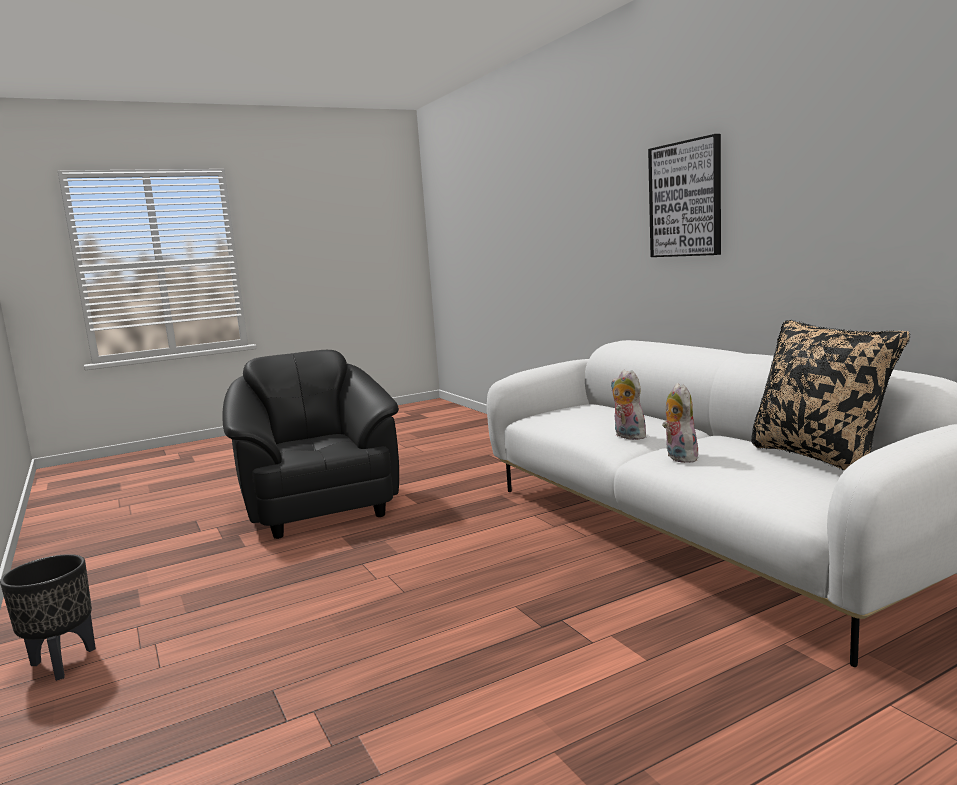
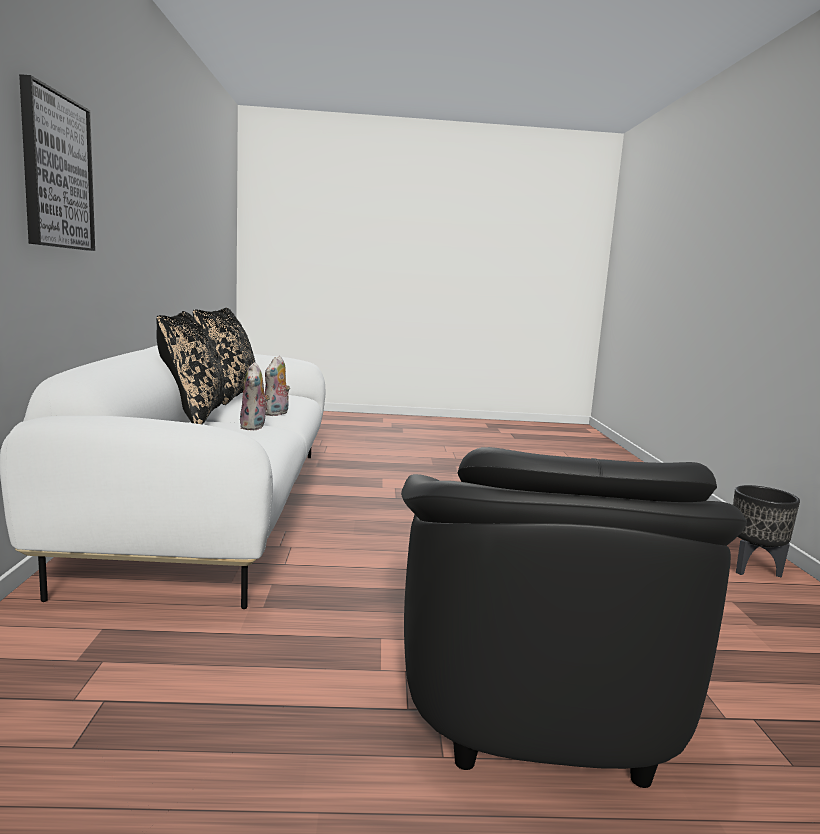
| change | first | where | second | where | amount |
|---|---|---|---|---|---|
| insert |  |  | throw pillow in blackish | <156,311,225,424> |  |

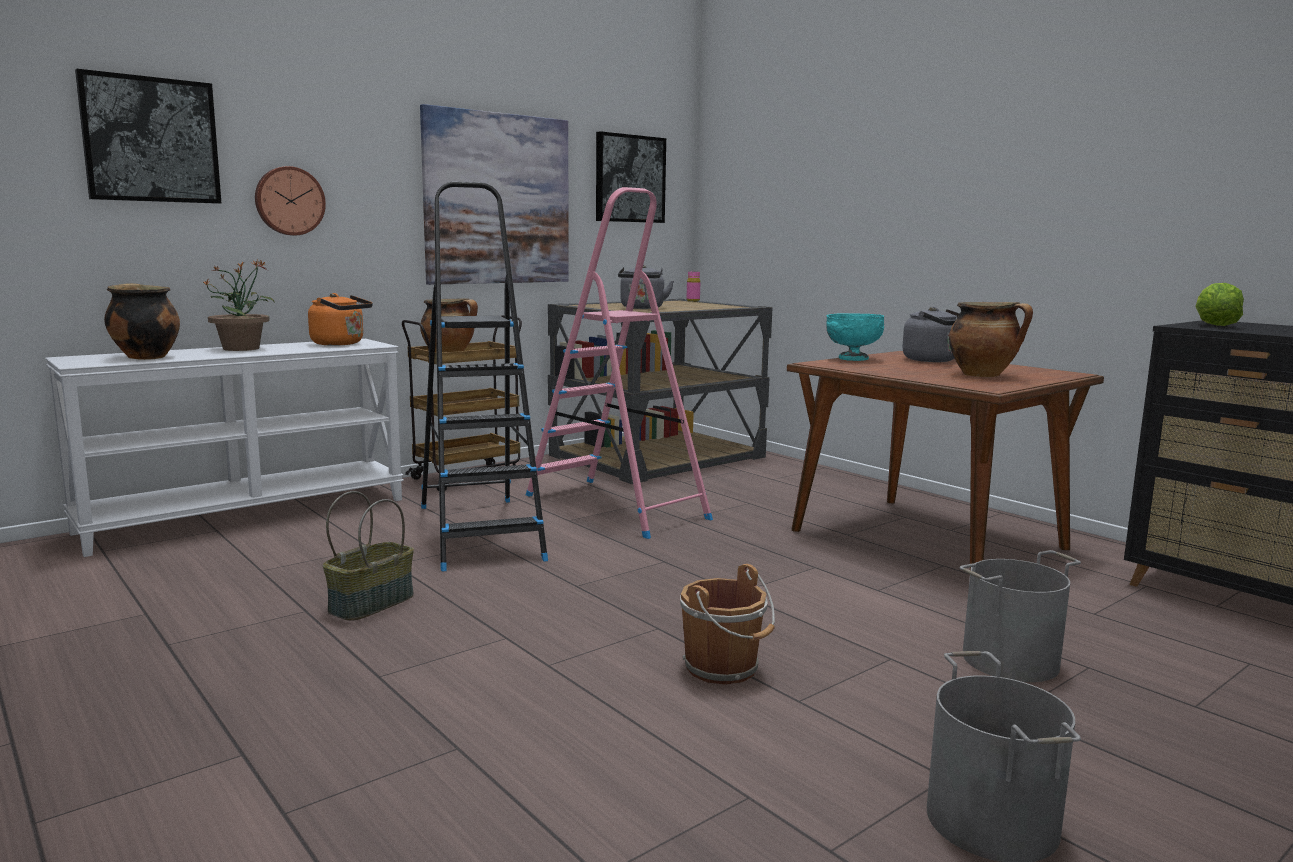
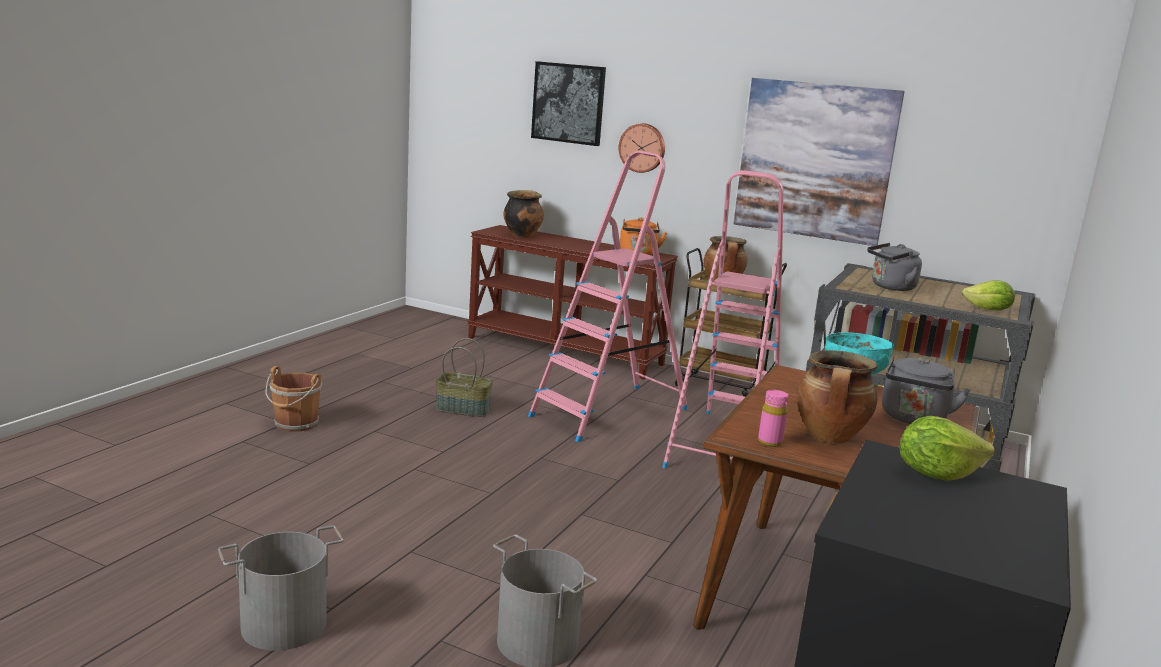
| change | first | where | second | where | amount |
|---|---|---|---|---|---|
| delete | wall art | <596,131,666,223> |  |  |  |
| recolor | step stool in blackish | <421,182,548,572> | step stool in pink-coloured | <528,151,688,442> |  |
| delete | plant in a pot | <202,259,274,351> |  |  |  |
| move | drink bottle in pink-coloured | <686,272,700,301> |  | <758,390,788,447> |  |
| recolor | narrow table in white | <45,339,404,557> | narrow table in brown | <467,225,678,379> |  |
| move | pail in brown | <680,564,775,685> |  | <265,366,322,432> |  |
| insert |  |  | lettuce | <962,280,1015,310> |  |

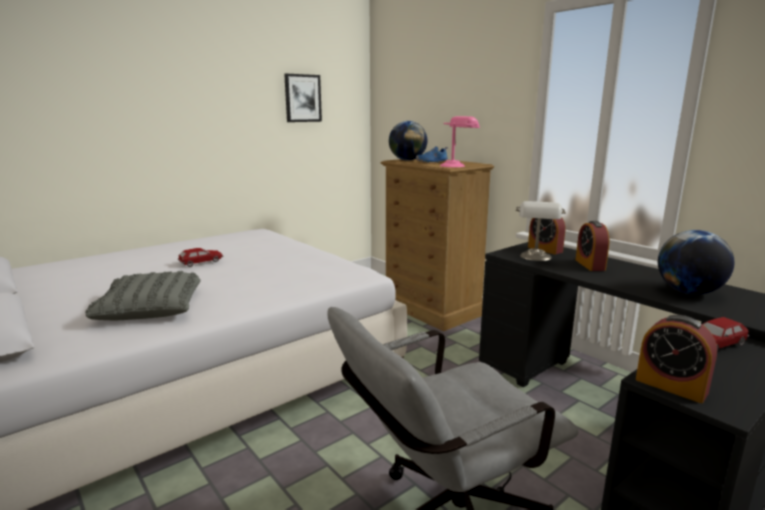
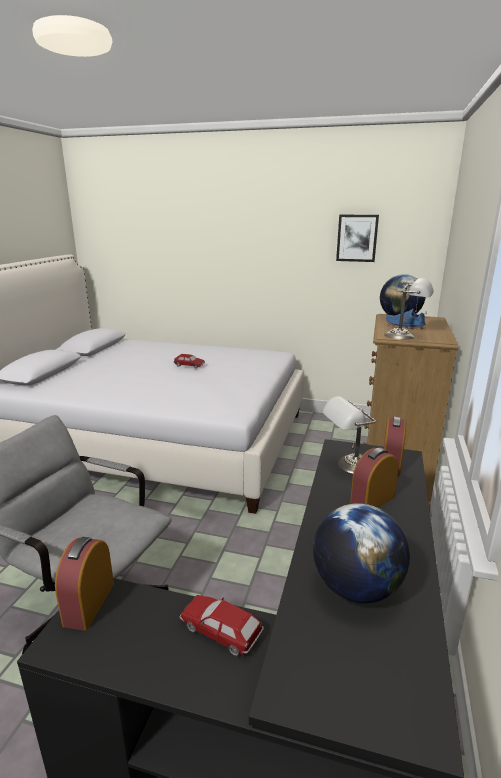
| change | first | where | second | where | amount |
|---|---|---|---|---|---|
| recolor | lamp for a table in pink-coloured | <440,116,480,167> | lamp for a table in white | <384,278,434,340> |  |
| delete | throw pillow in gray | <85,271,201,320> |  |  |  |

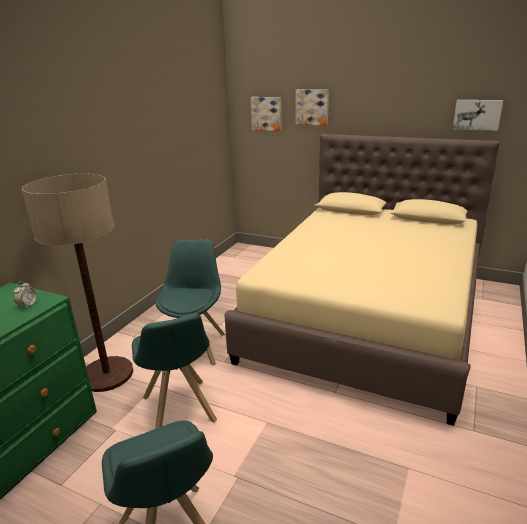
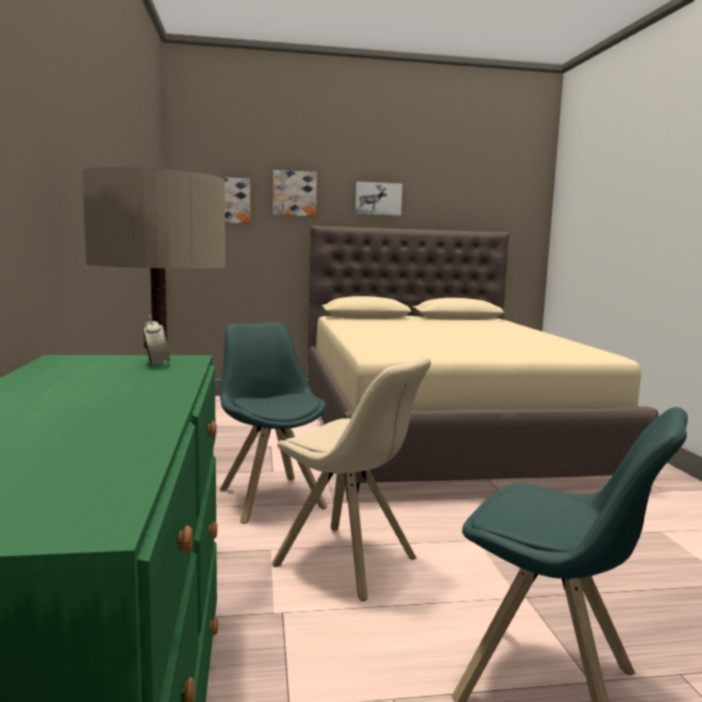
| change | first | where | second | where | amount |
|---|---|---|---|---|---|
| move | wall art | <453,100,503,131> |  | <355,181,402,216> |  |
| recolor | chair in blue-green | <132,314,217,429> | chair in beige-coloured | <272,357,431,601> |  |

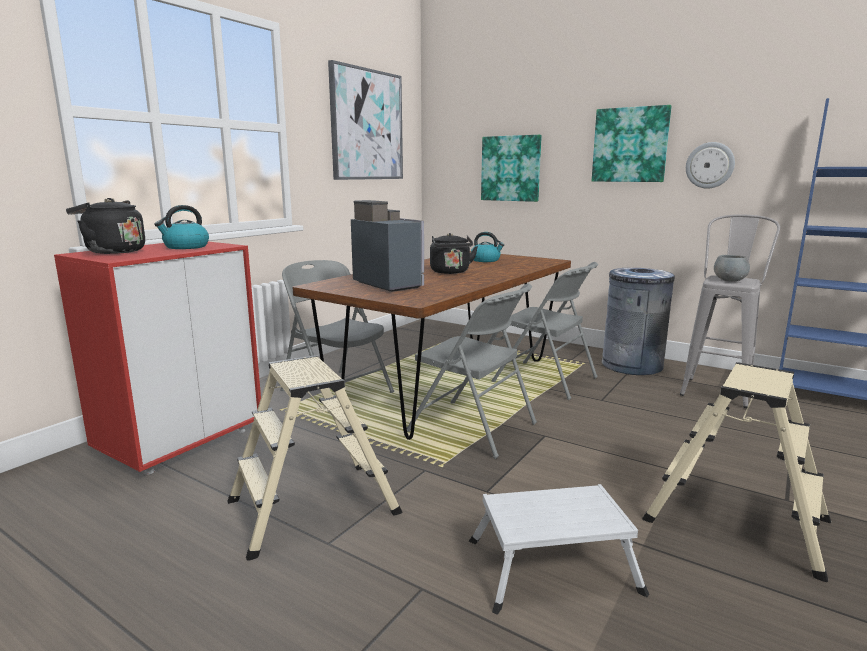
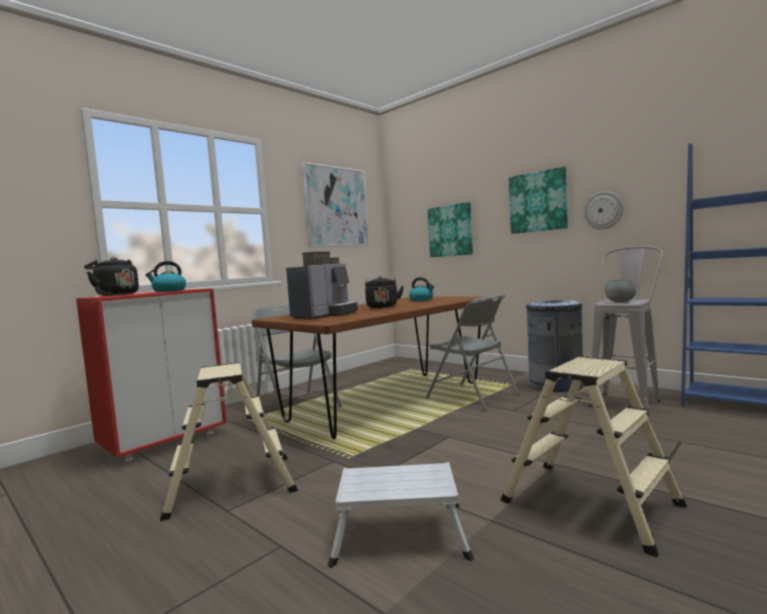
| change | first | where | second | where | amount |
|---|---|---|---|---|---|
| rotate | coffee brewer | <351,200,424,292> |  | <286,251,358,319> | 60 degrees clockwise |
| delete | chair in gray | <407,283,537,459> |  |  |  |

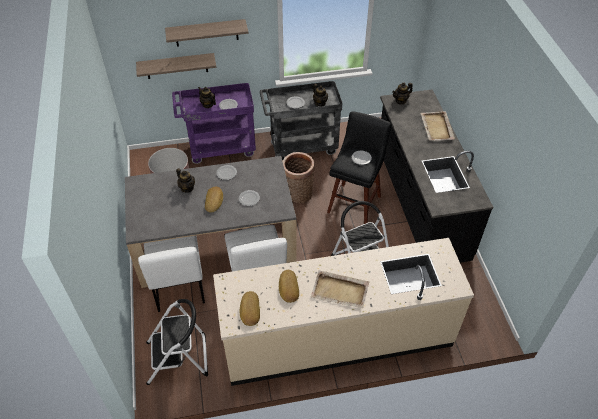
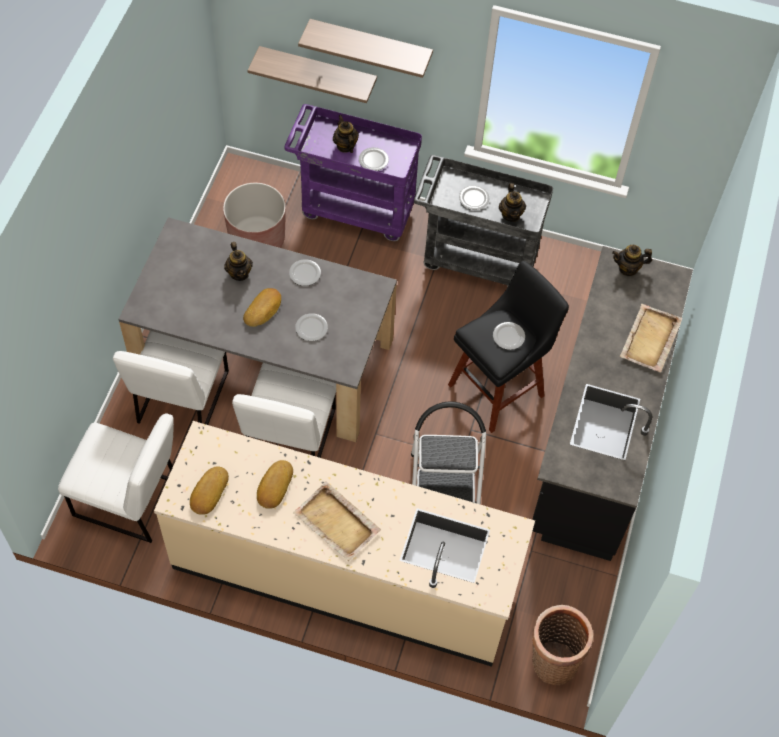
| change | first | where | second | where | amount |
|---|---|---|---|---|---|
| move | basket | <283,152,315,204> |  | <532,605,593,685> |  |
| replace | step stool | <146,299,208,385> | chair in white | <58,413,174,543> |  |

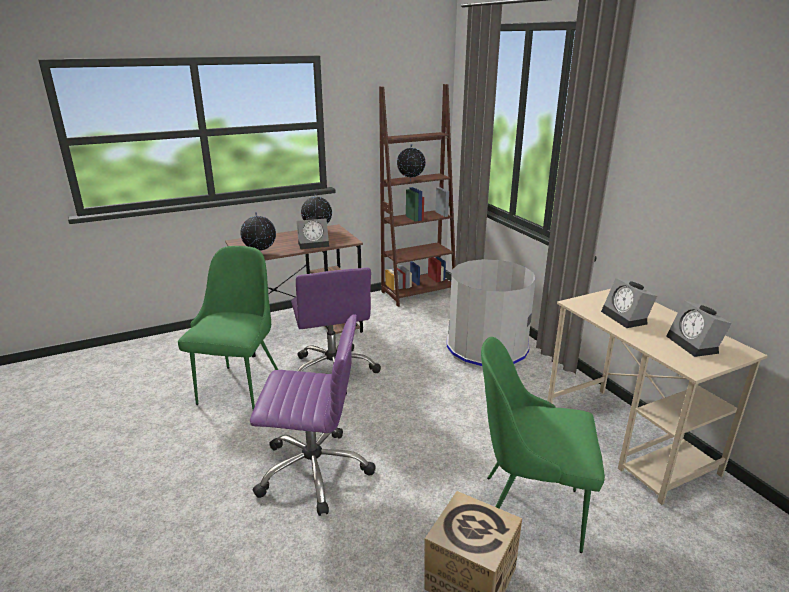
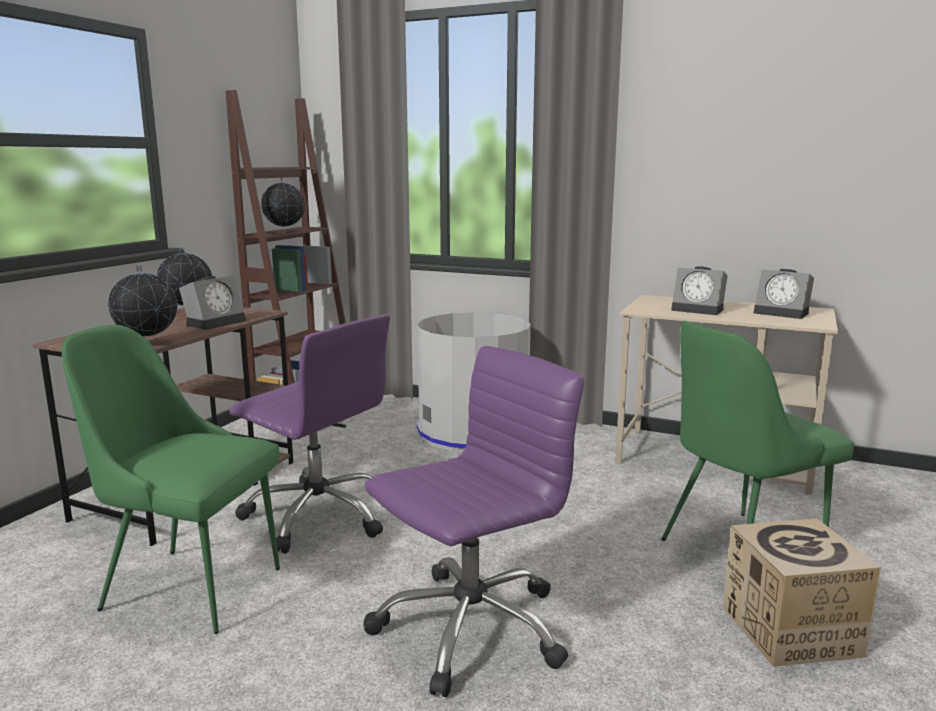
| change | first | where | second | where | amount |
|---|---|---|---|---|---|
| rotate | chair in greenish | <178,246,278,410> |  | <62,325,280,634> | 45 degrees counterclockwise |

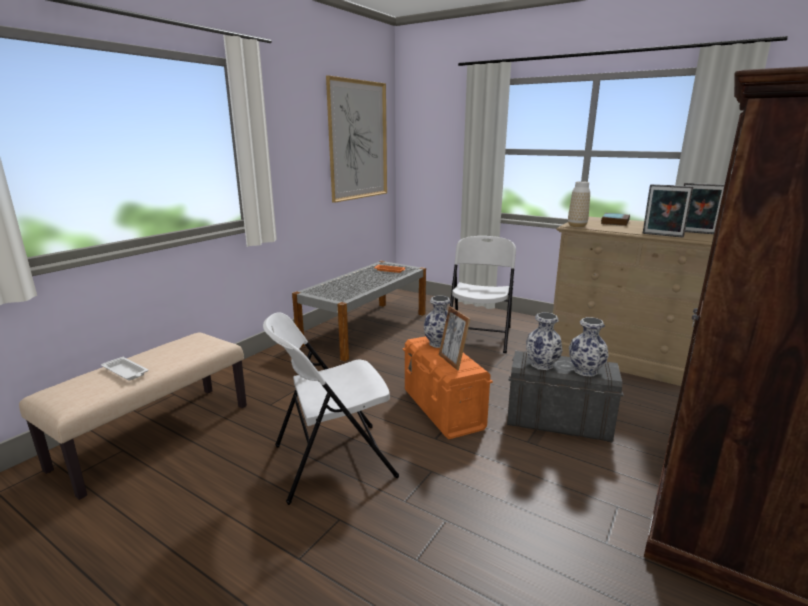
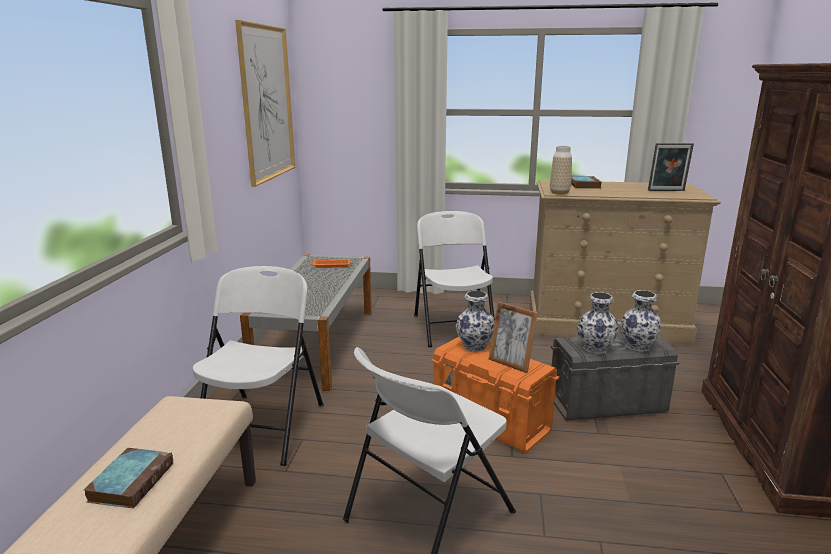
| change | first | where | second | where | amount |
|---|---|---|---|---|---|
| delete | photo frame | <643,184,694,238> |  |  |  |
| replace | tray in white | <101,357,148,380> | bound book | <84,448,173,509> |  |
| insert |  |  | chair in white | <193,266,324,466> |  |

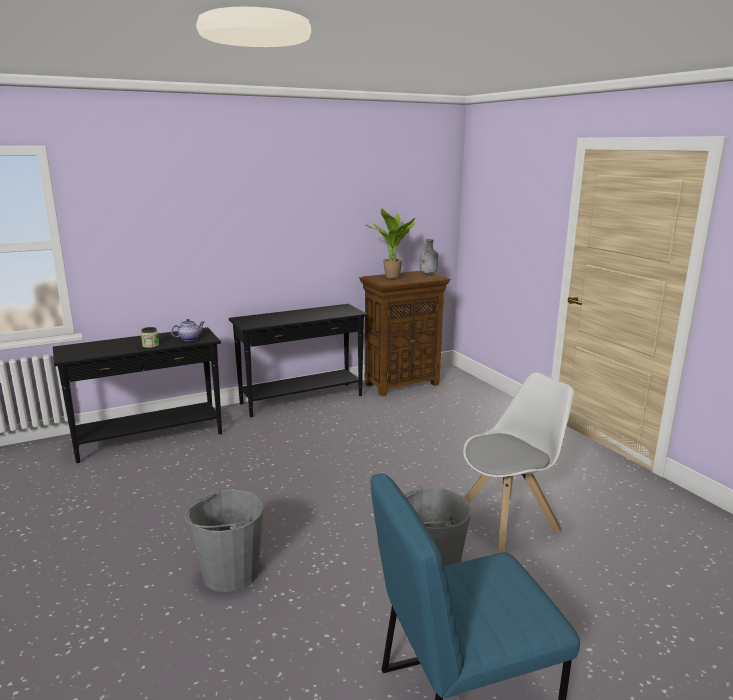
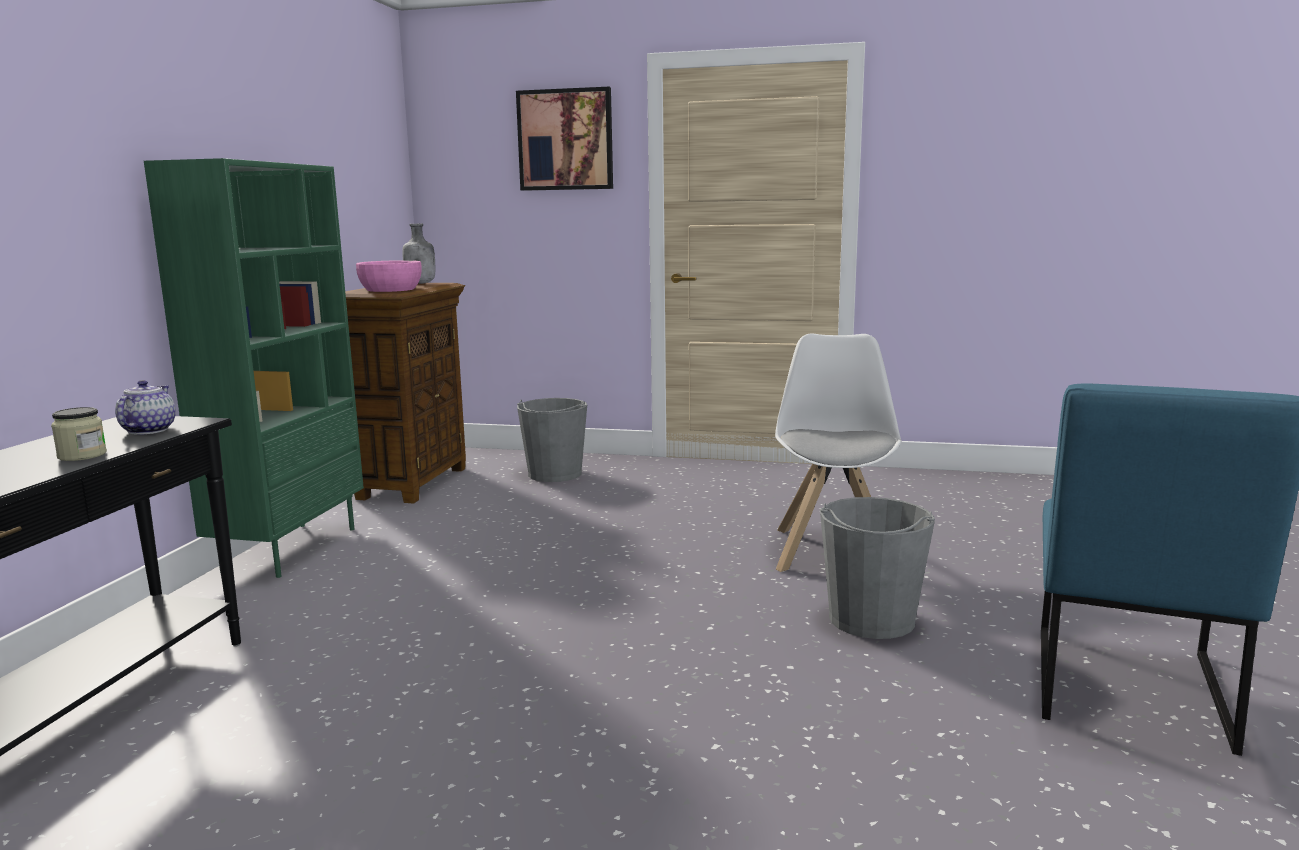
| change | first | where | second | where | amount |
|---|---|---|---|---|---|
| replace | plant in a pot | <367,208,417,279> | deep dish in pink-coloured | <356,260,422,292> |  |
| replace | narrow table in blackish | <229,304,368,418> | shelving unit in greenish | <144,158,364,578> |  |
| move | pail in gray | <185,489,264,592> |  | <517,398,587,482> |  |
| insert |  |  | wall art | <516,87,613,191> |  |

